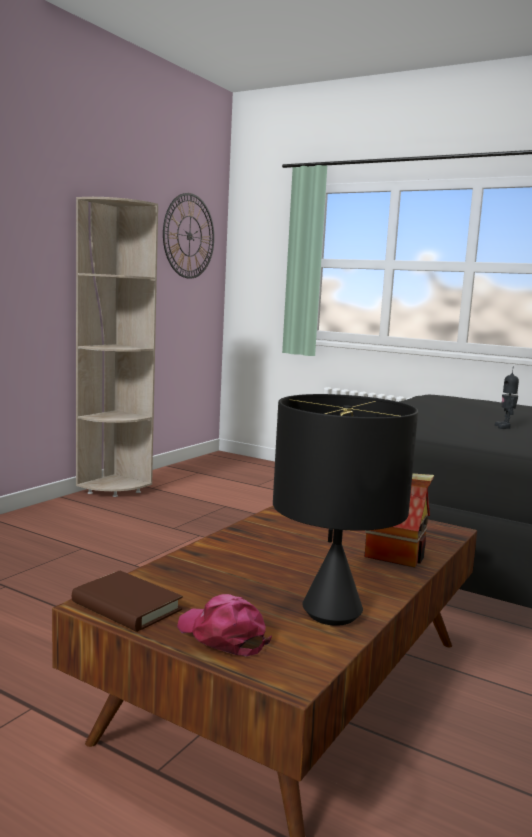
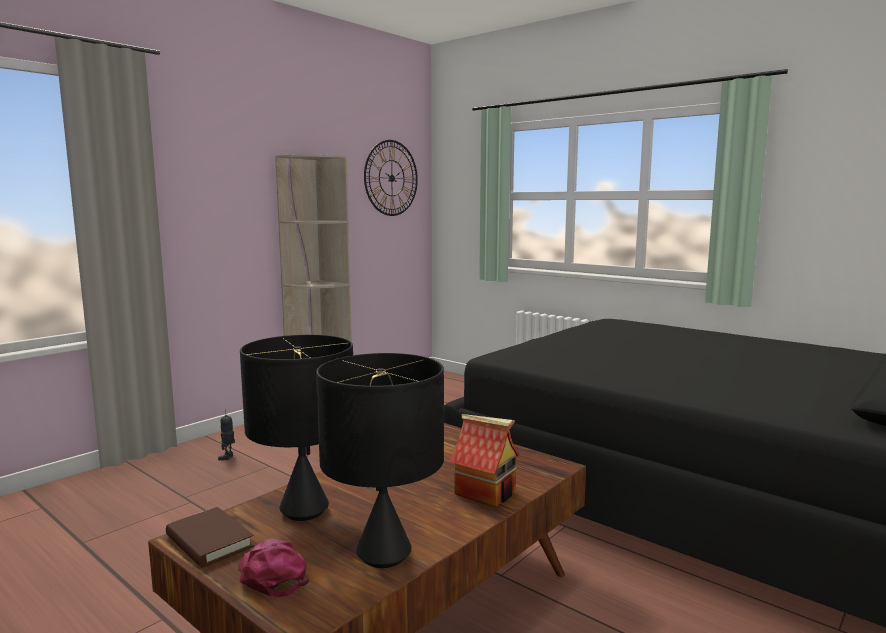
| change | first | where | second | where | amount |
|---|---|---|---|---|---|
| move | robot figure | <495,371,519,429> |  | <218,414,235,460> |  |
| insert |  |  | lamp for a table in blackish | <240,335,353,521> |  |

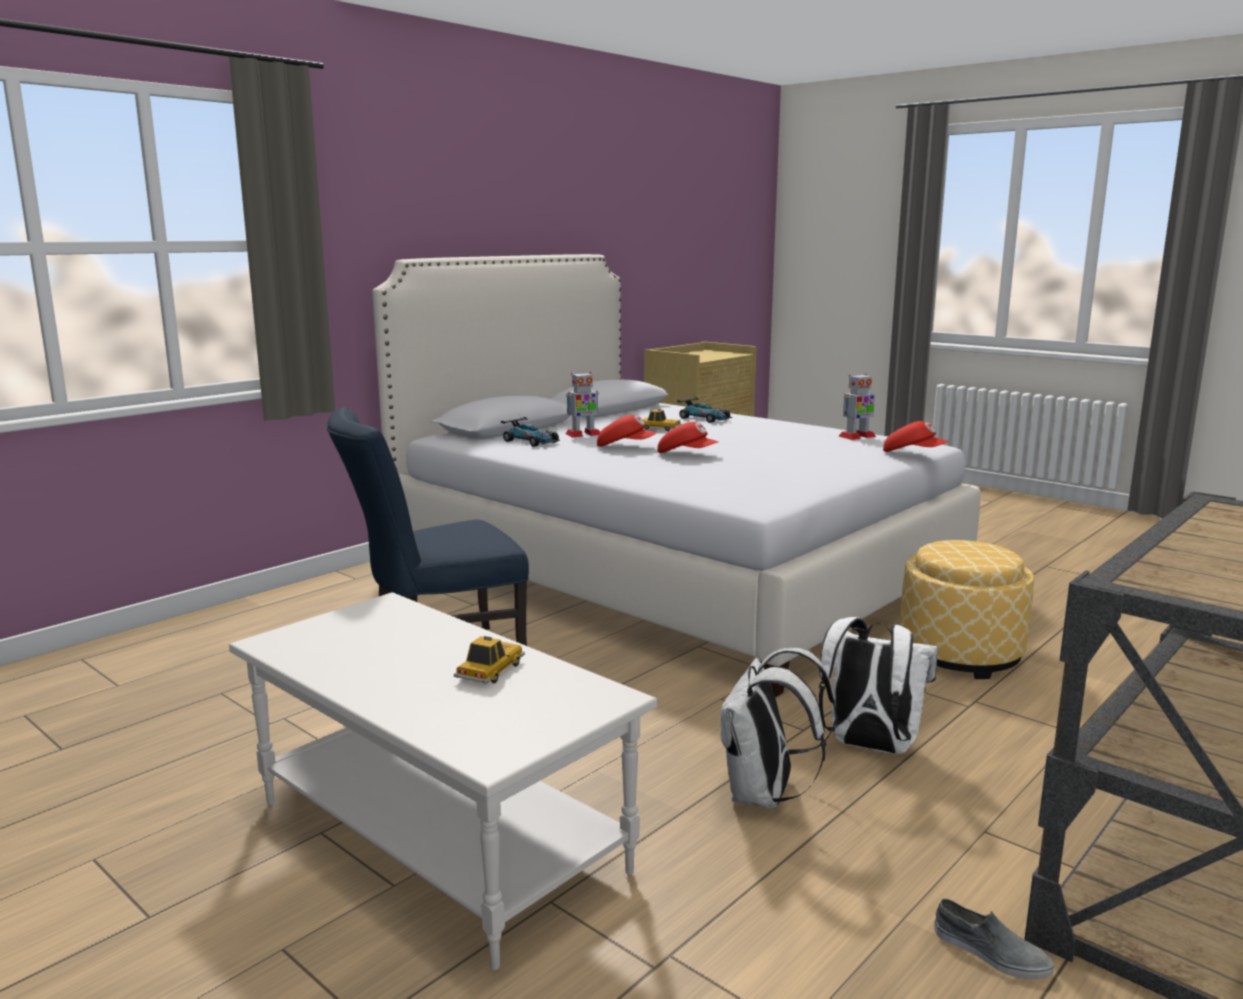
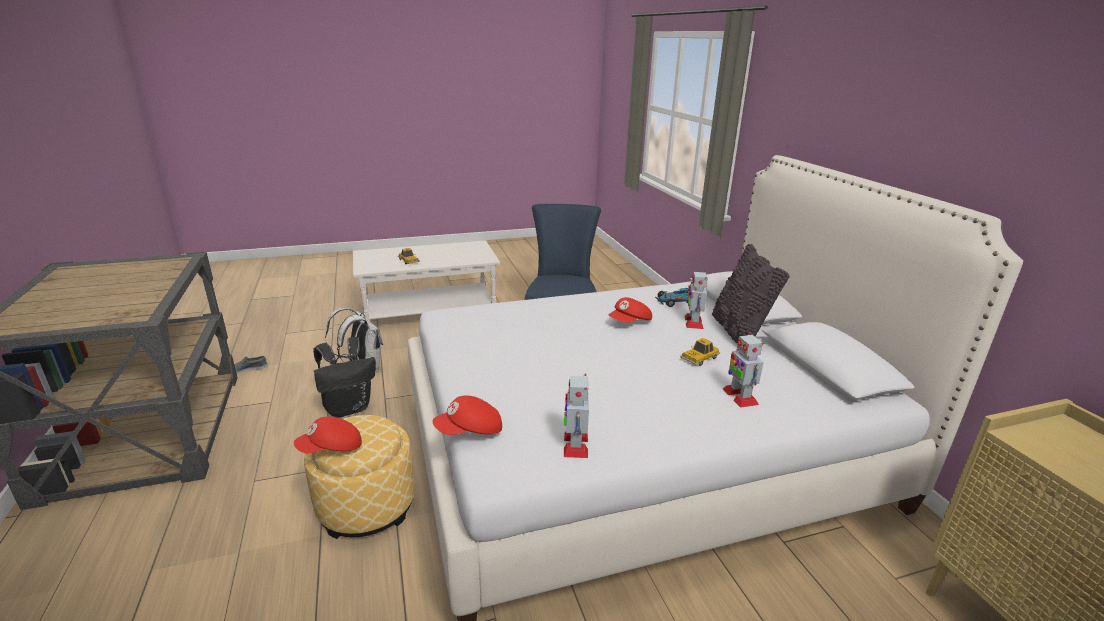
| change | first | where | second | where | amount |
|---|---|---|---|---|---|
| replace | toy car | <677,396,732,423> | robot figure | <723,333,764,408> |  |
| move | peaked cap in reddish | <657,422,718,453> |  | <294,417,362,453> |  |
| recolor | backpack in white | <819,617,938,754> | backpack in blackish | <313,337,376,418> |  |
| insert |  |  | throw pillow in blackish | <712,244,790,343> |  |

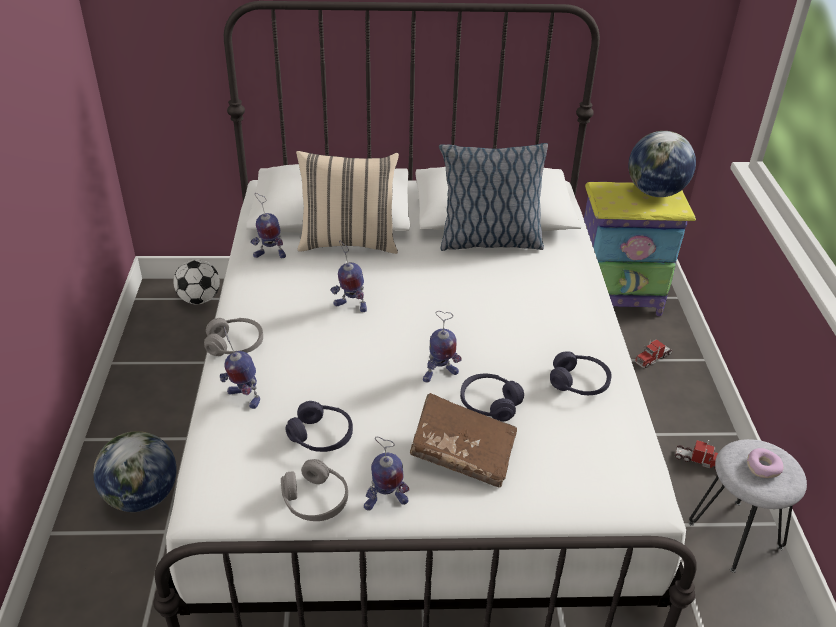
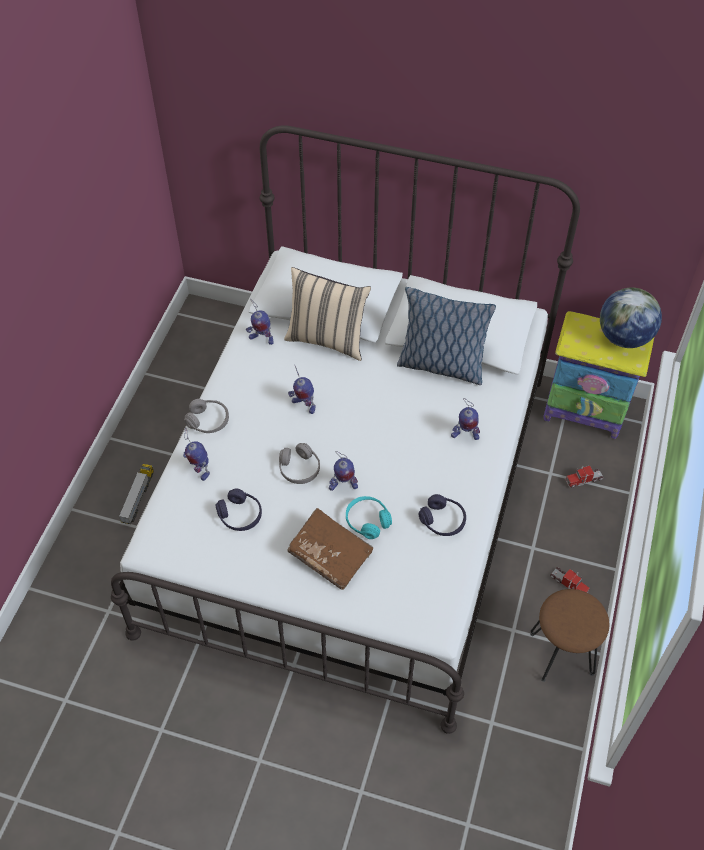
| change | first | where | second | where | amount |
|---|---|---|---|---|---|
| delete | ball for football | <173,259,220,304> |  |  |  |
| recolor | pair of headphones in purplish | <460,374,524,421> | pair of headphones in blue-green | <346,496,392,539> |  |
| replace | globe | <93,431,177,512> | model truck | <119,464,154,524> |  |
| move | robot figure | <364,437,409,511> |  | <451,398,480,440> |  |
| recolor | stool seat in gray | <689,439,807,573> | stool seat in brown | <530,589,609,682> |  |
| delete | ring doughnut | <747,448,784,478> |  |  |  |
| move | pair of headphones in gray | <281,459,348,521> |  | <279,443,320,484> |  |

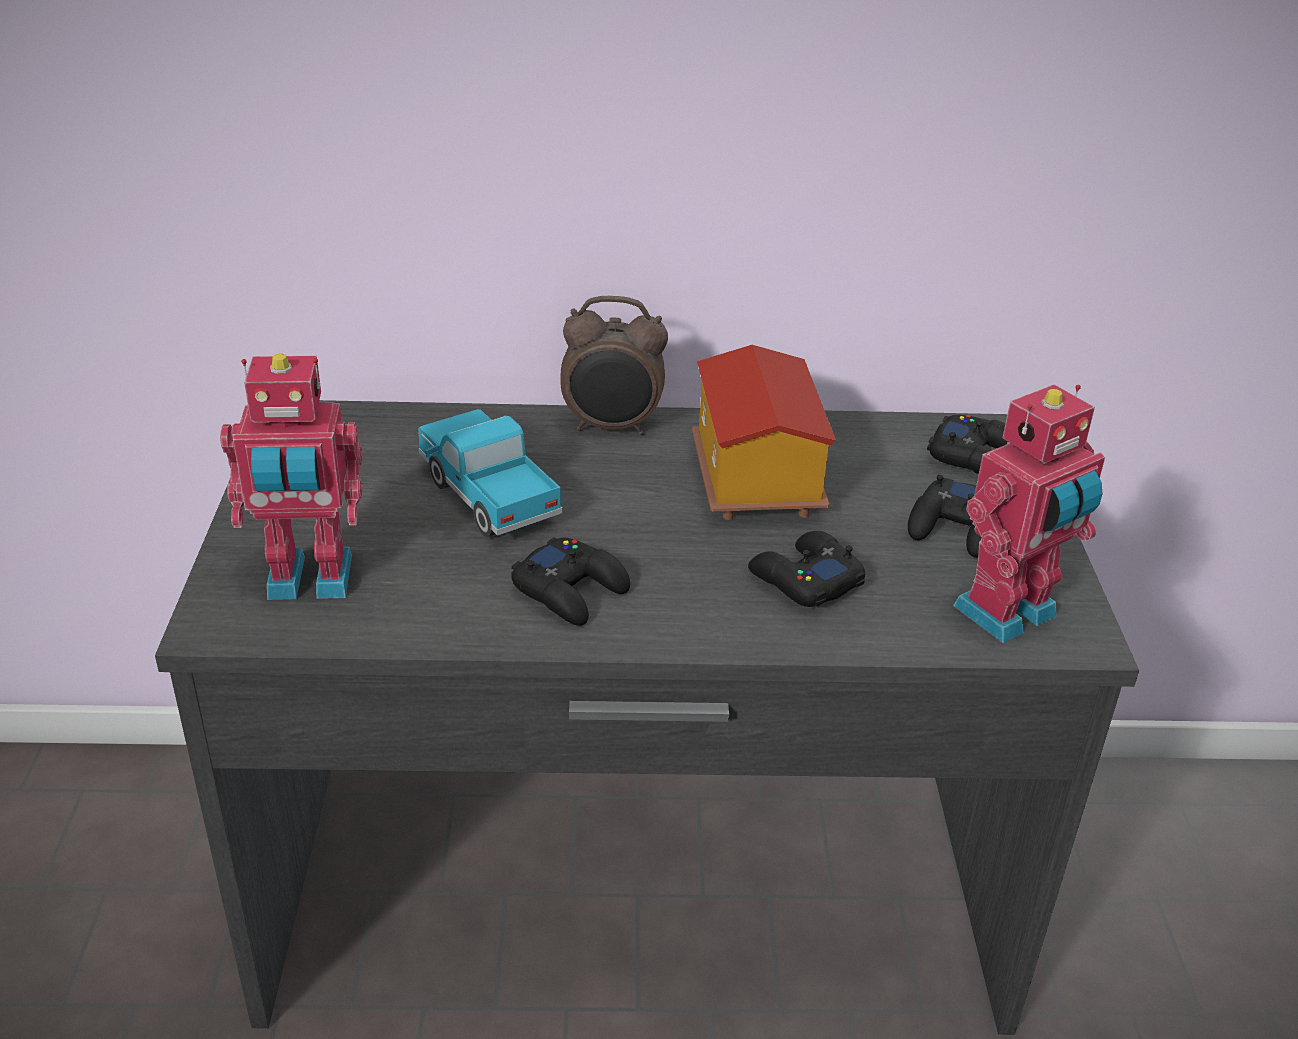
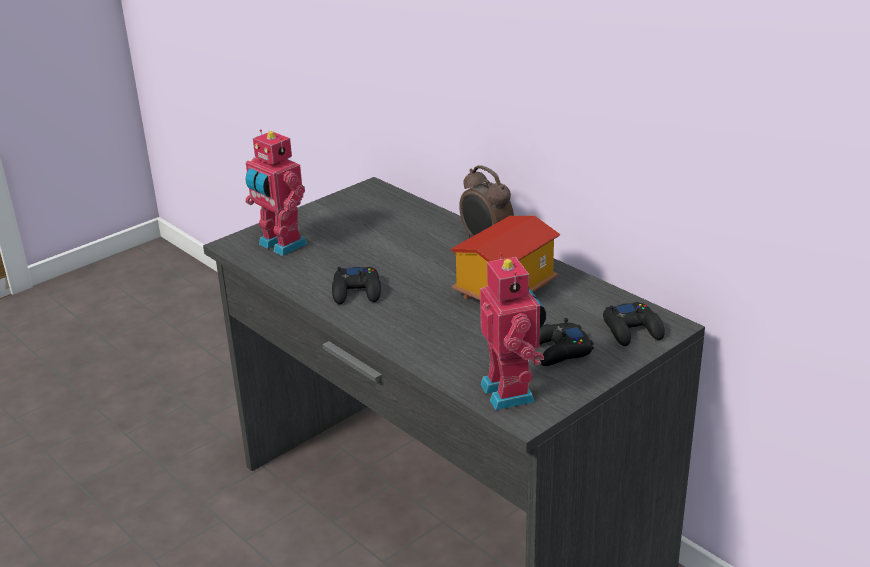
| change | first | where | second | where | amount |
|---|---|---|---|---|---|
| rotate | robot figure | <953,384,1105,643> |  | <480,253,546,410> | 120 degrees counterclockwise |
| delete | model truck | <418,409,562,537> |  |  |  |
| delete | joypad in blackish | <748,531,865,607> |  |  |  |

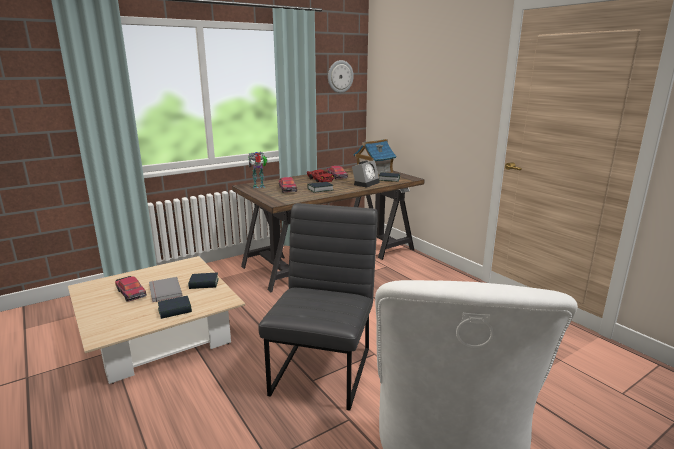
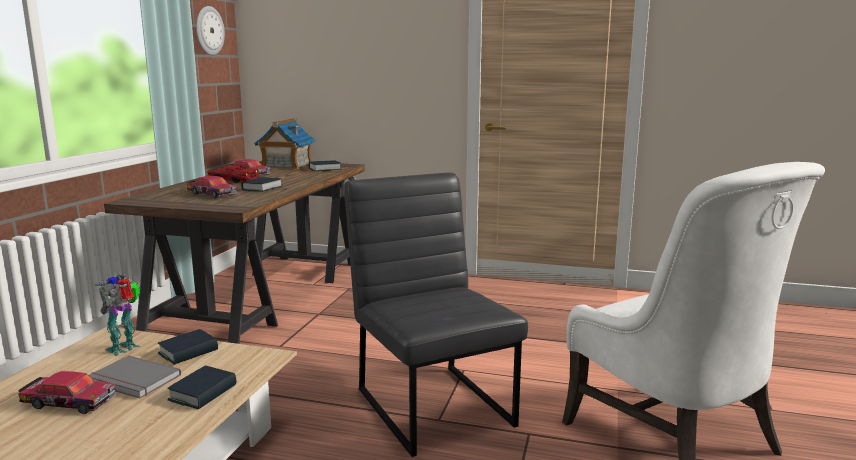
| change | first | where | second | where | amount |
|---|---|---|---|---|---|
| move | robot figure | <248,152,267,188> |  | <95,275,141,356> |  |
| delete | alarm clock | <352,160,380,188> |  |  |  |

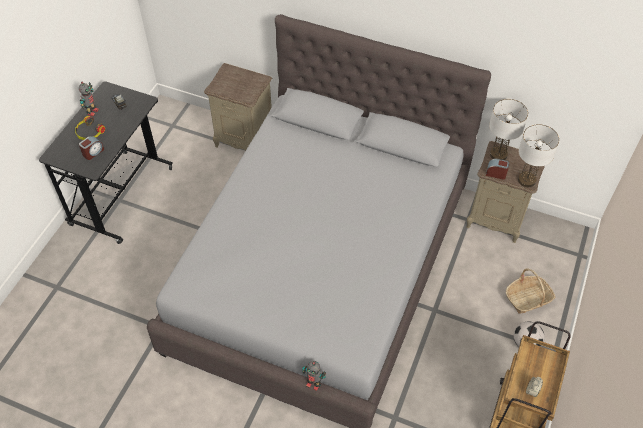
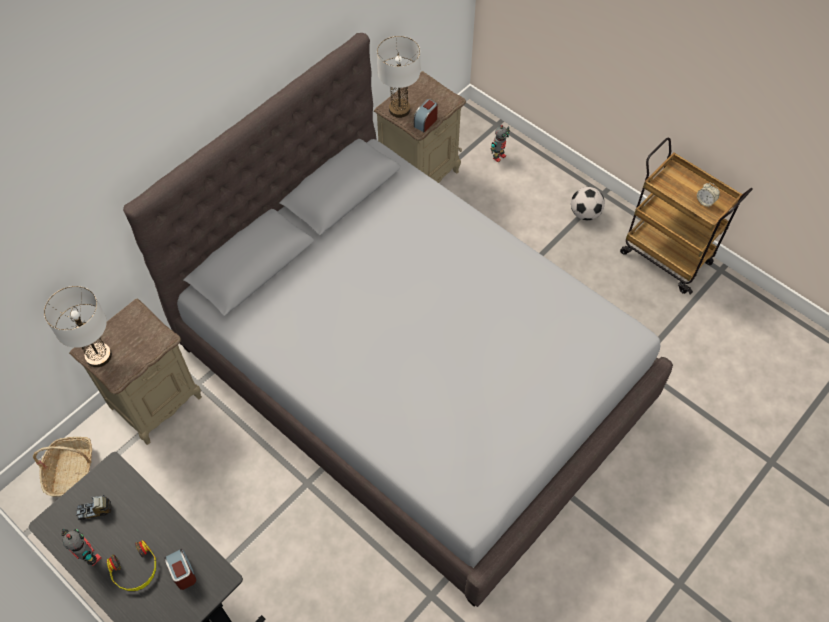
| change | first | where | second | where | amount |
|---|---|---|---|---|---|
| move | lamp for a table | <518,124,560,187> |  | <44,286,112,367> |  |
| move | basket | <506,268,555,314> |  | <33,437,92,497> |  |
| move | robot figure | <302,361,326,391> |  | <491,125,510,162> |  |

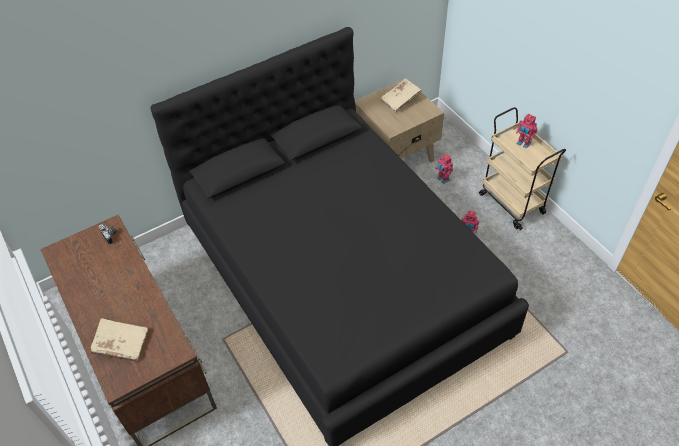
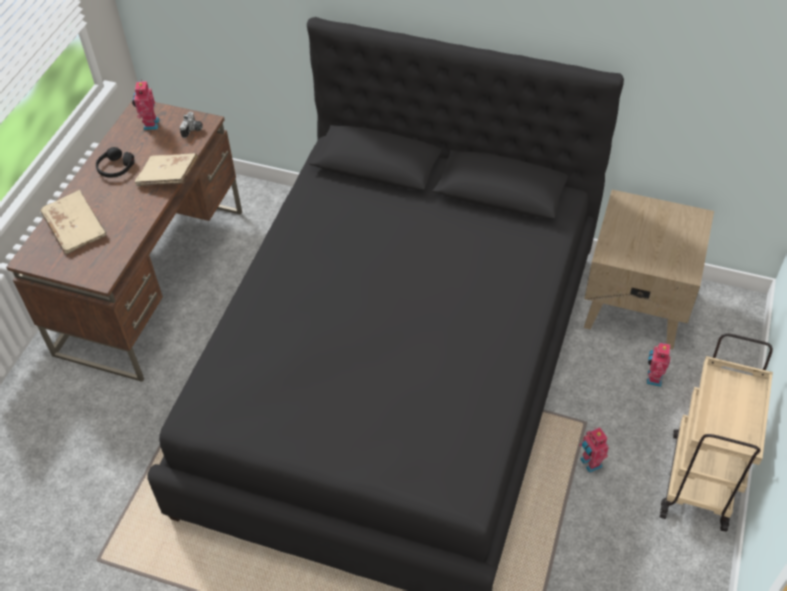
| change | first | where | second | where | amount |
|---|---|---|---|---|---|
| move | bound book in beige-coloured | <380,78,421,113> |  | <134,153,198,186> |  |
| move | robot figure | <516,114,537,149> |  | <132,79,160,130> |  |
| insert |  |  | pair of headphones in blackish | <96,147,134,177> |  |

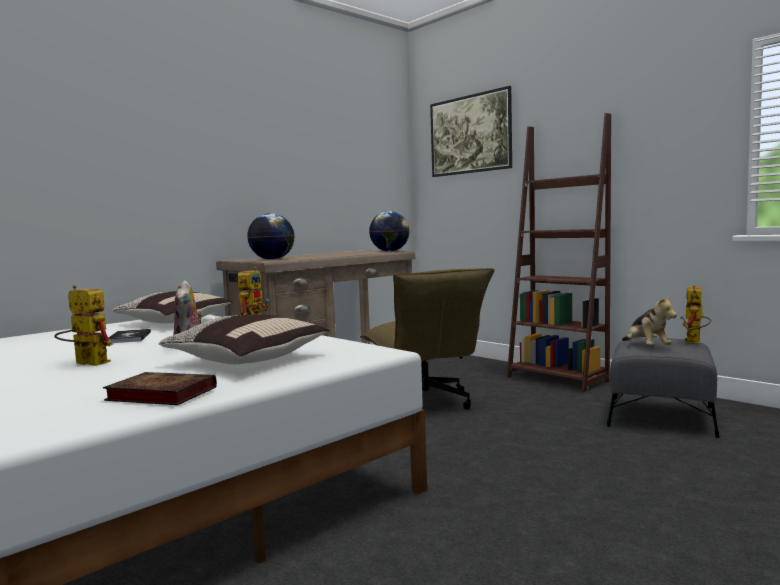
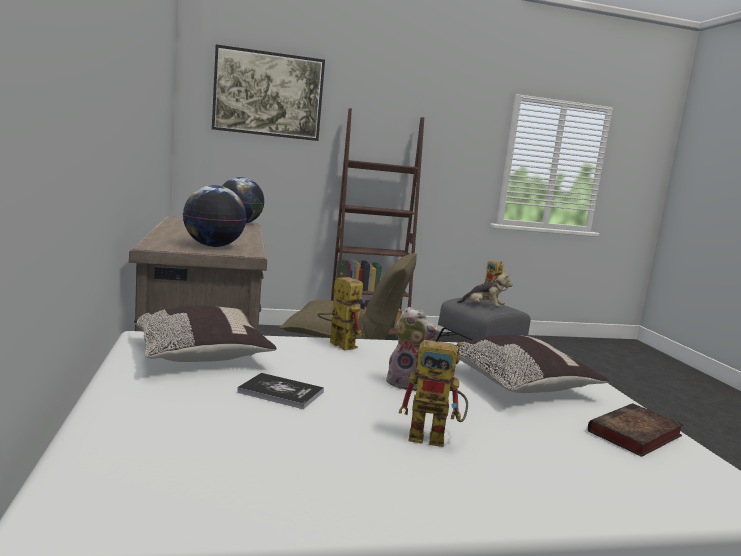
| change | first | where | second | where | amount |
|---|---|---|---|---|---|
| rotate | robot figure | <54,285,113,366> |  | <399,340,468,447> | 135 degrees counterclockwise |

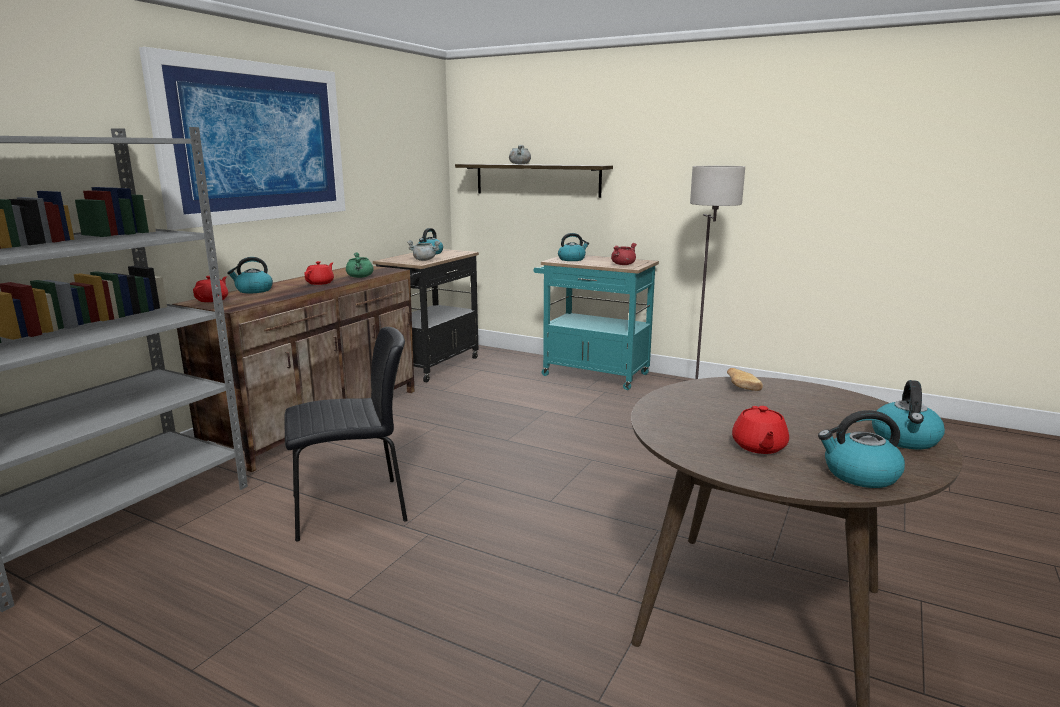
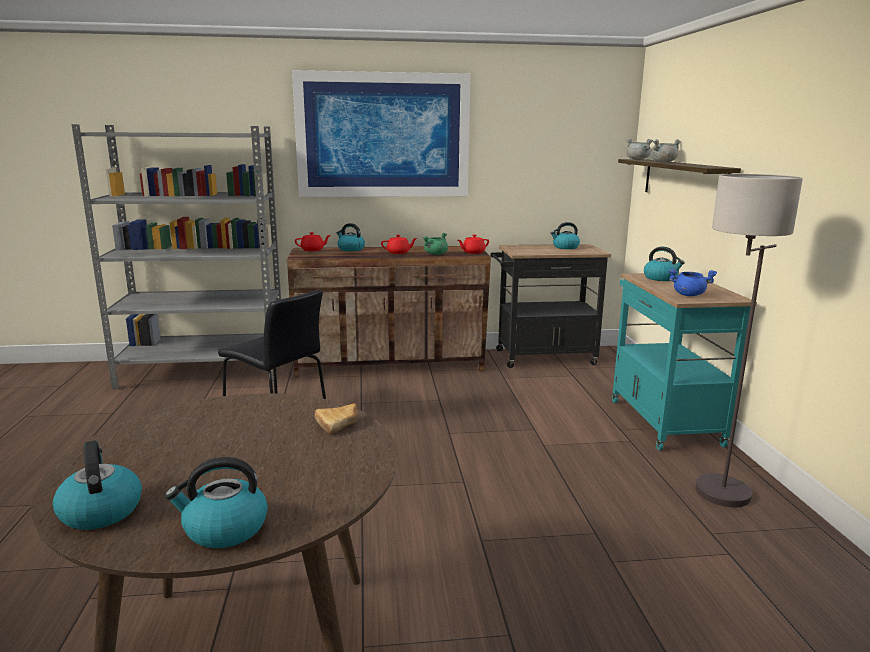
| change | first | where | second | where | amount |
|---|---|---|---|---|---|
| move | cooking pot in gray | <407,240,441,261> |  | <626,139,653,160> |  |
| recolor | cooking pot in reddish | <611,243,637,265> | cooking pot in blue-coloured | <669,269,717,296> |  |
| move | pot for tea in reddish | <732,406,789,454> |  | <458,235,489,254> |  |

